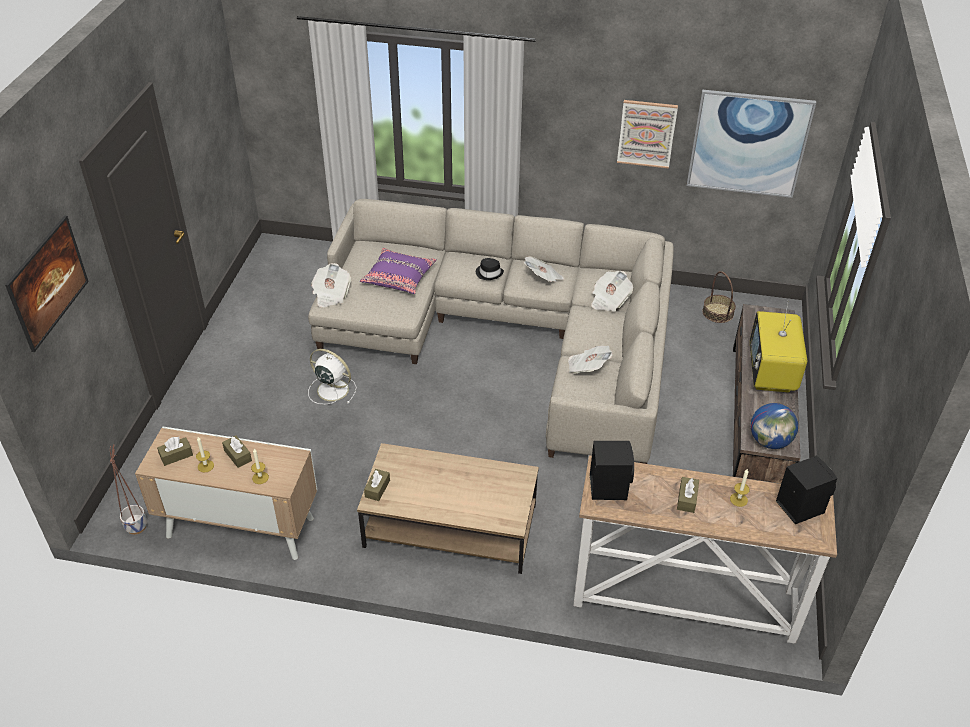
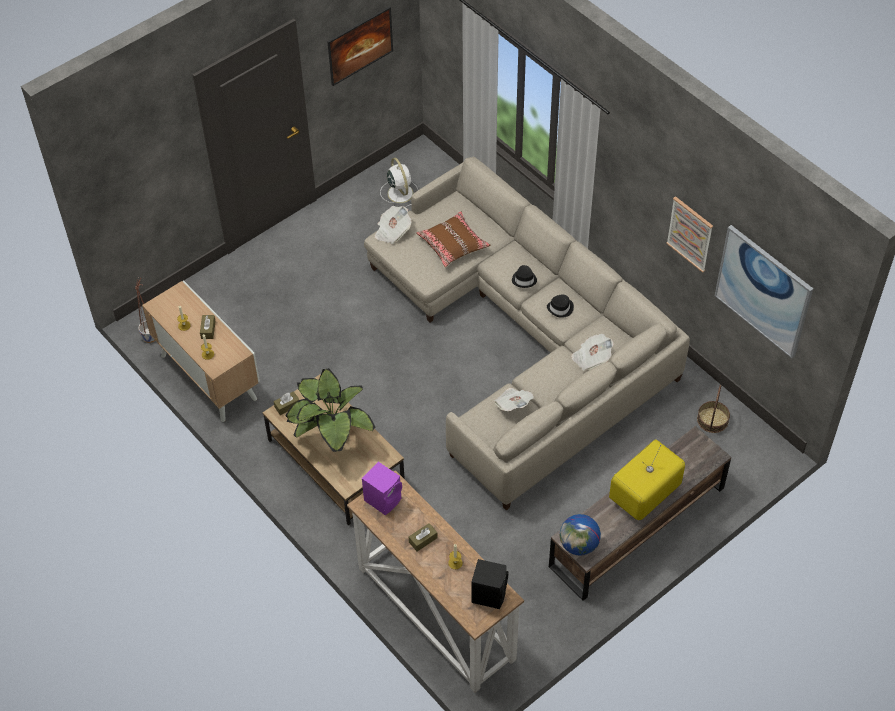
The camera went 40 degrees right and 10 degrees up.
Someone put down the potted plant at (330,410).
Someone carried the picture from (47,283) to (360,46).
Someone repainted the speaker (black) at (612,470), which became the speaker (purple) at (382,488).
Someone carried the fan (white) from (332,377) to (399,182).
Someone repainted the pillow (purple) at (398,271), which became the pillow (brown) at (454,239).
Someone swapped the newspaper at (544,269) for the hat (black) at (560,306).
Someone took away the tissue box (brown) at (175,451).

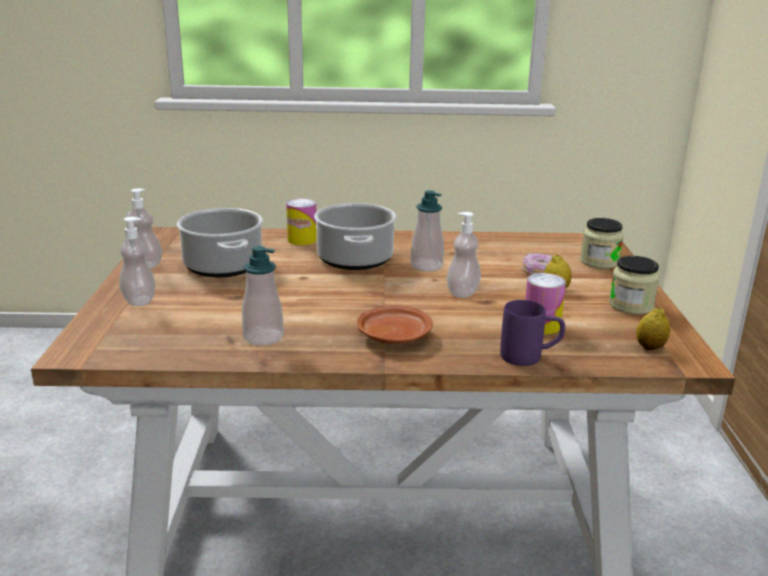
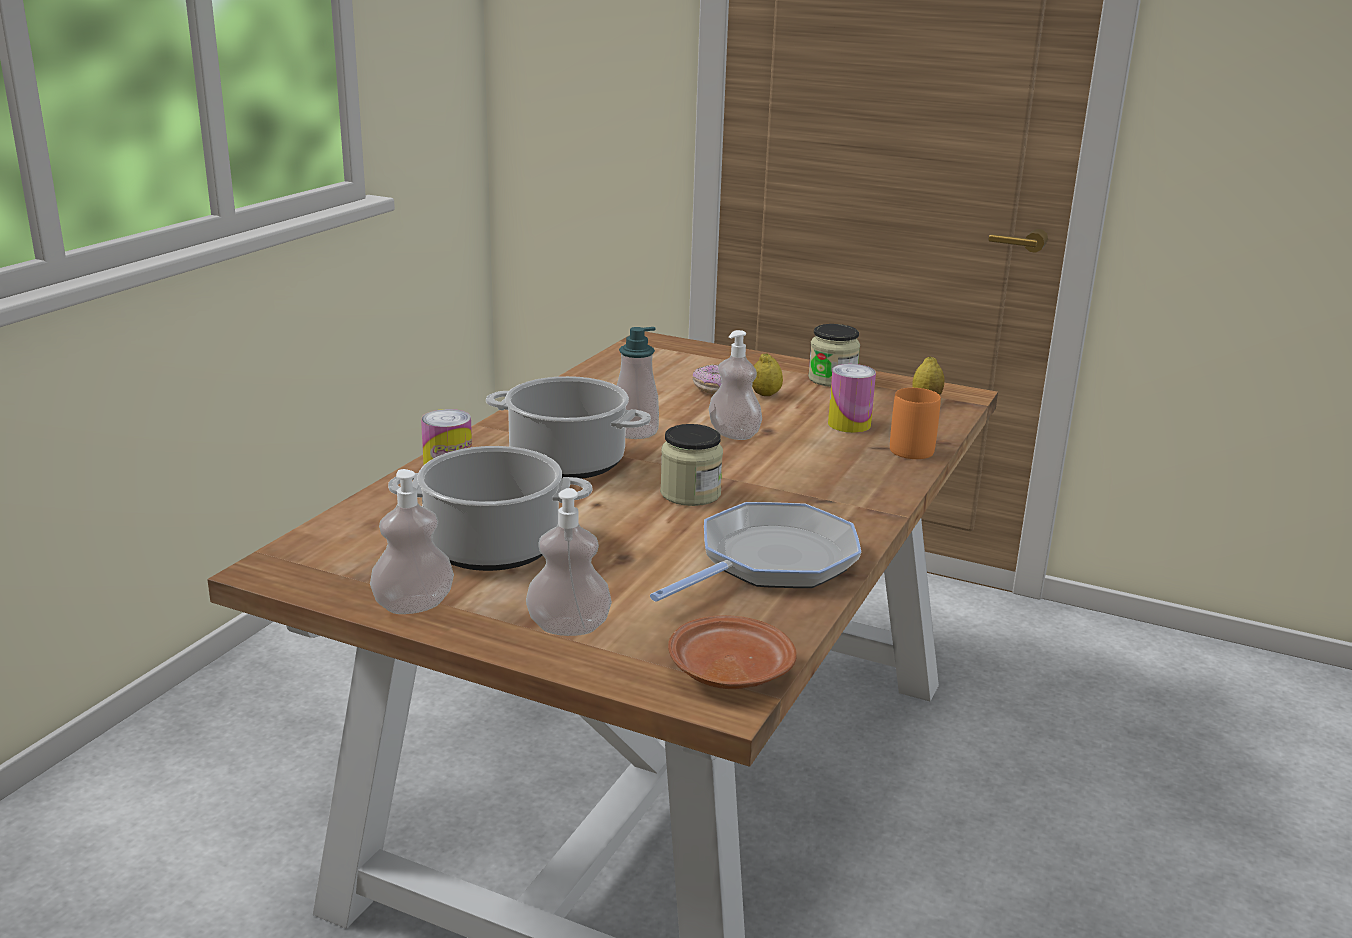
The camera went 65 degrees left and 0 degrees up.
Someone swapped the soap dispenser at (263,295) for the frying pan at (755,552).
Someone carried the jar from (602,243) to (691,465).
Someone carried the plate (brown) from (395,325) to (732,652).
Someone repainted the mug (purple) at (532,333), which became the mug (orange) at (915,423).

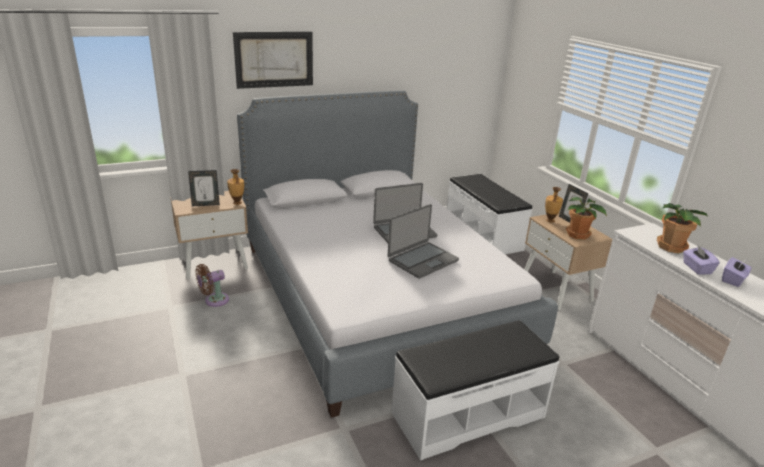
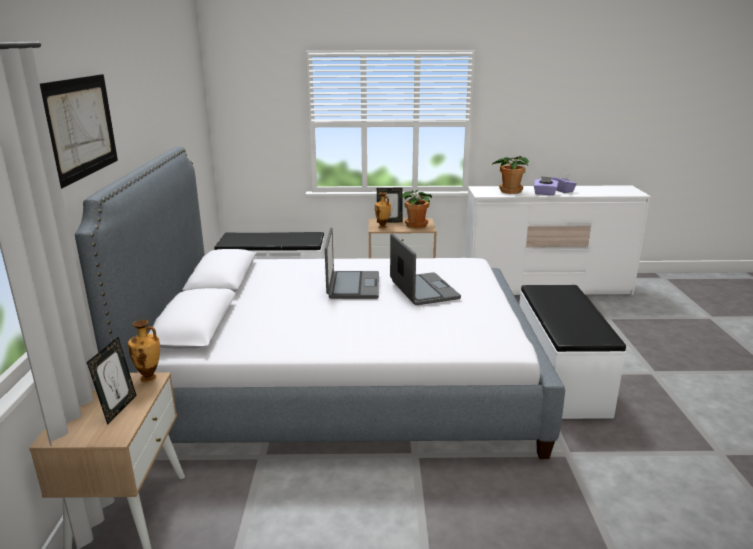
The camera went 65 degrees left and 5 degrees down.
Someone took away the fan (brown) at (212,285).

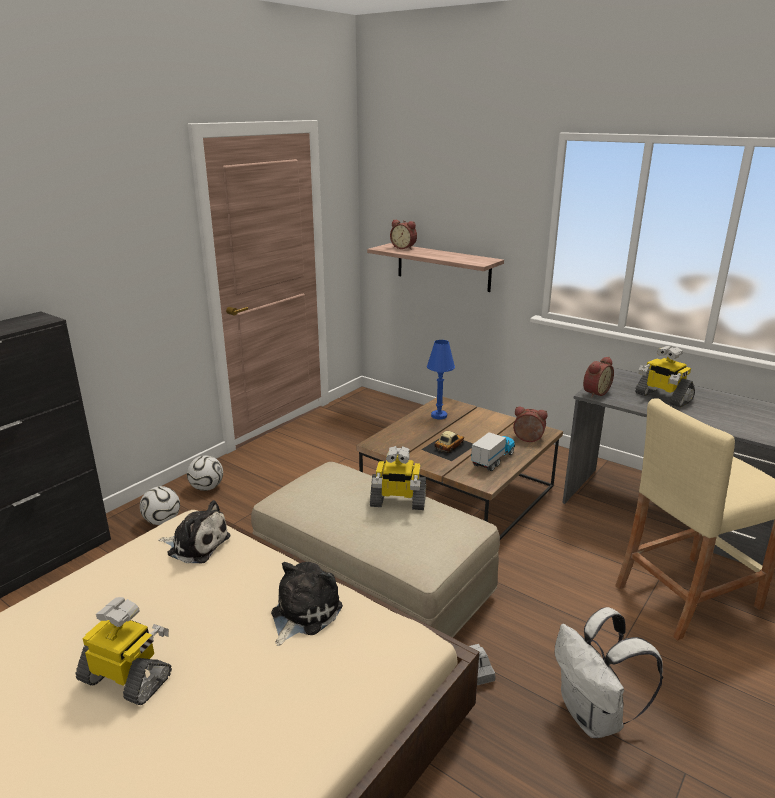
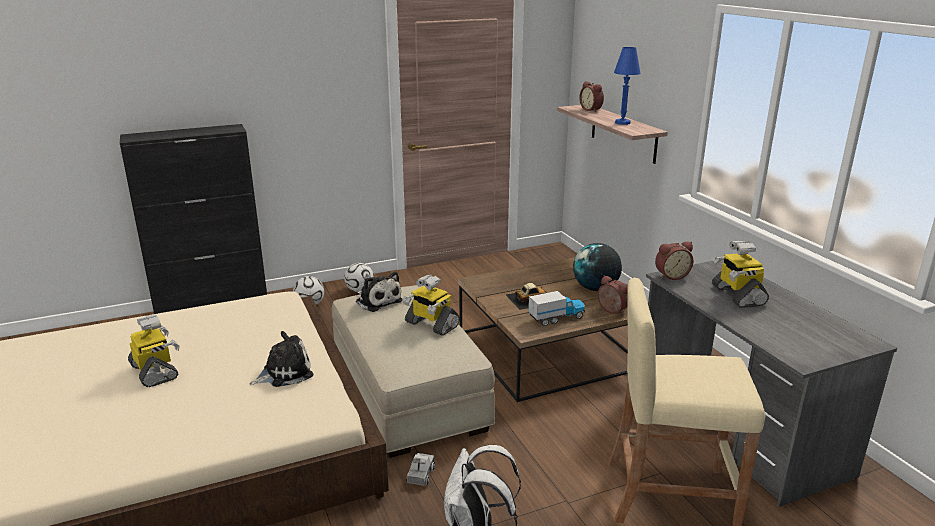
The camera went 30 degrees right and 0 degrees up.
Someone carried the plush toy from (194,531) to (379,292).
Someone put down the globe at (597,267).
Someone carried the table lamp (blue) from (441,379) to (627,86).

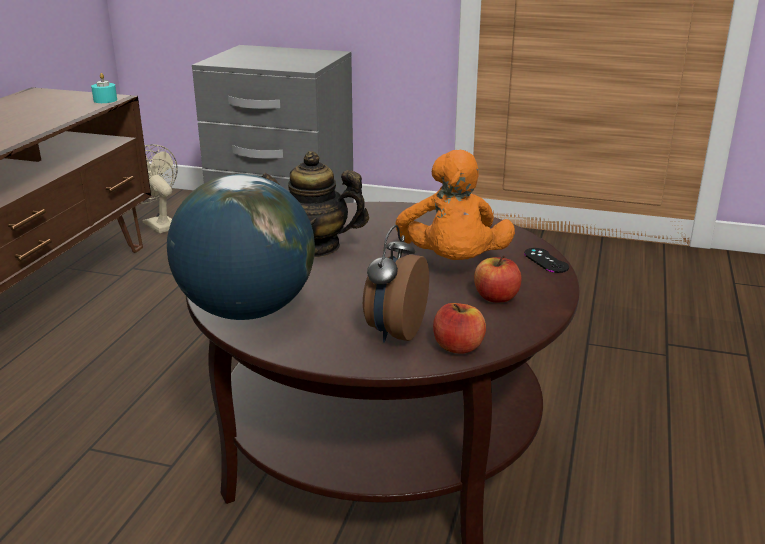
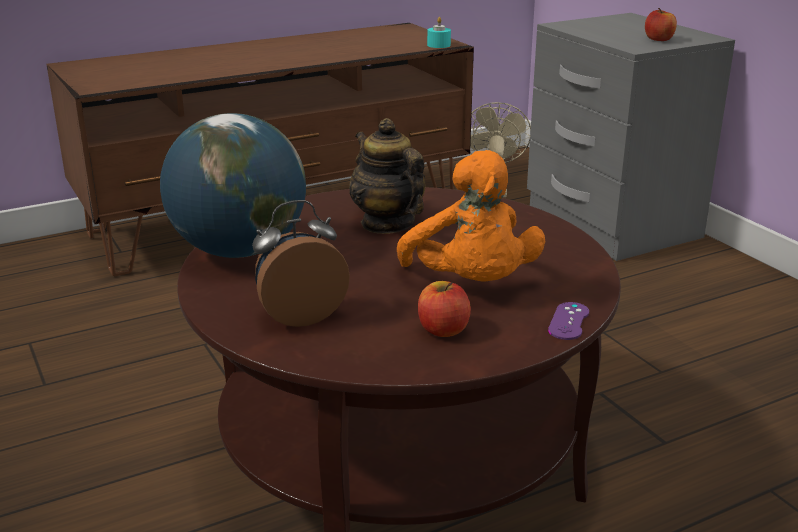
The camera went 45 degrees right and 0 degrees up.
Someone rotated the plush toy (orange) at (455,205) by 60 degrees counterclockwise.
Someone repainted the game controller (black) at (546,260), which became the game controller (purple) at (568,321).
Someone carried the apple from (459,328) to (661,24).

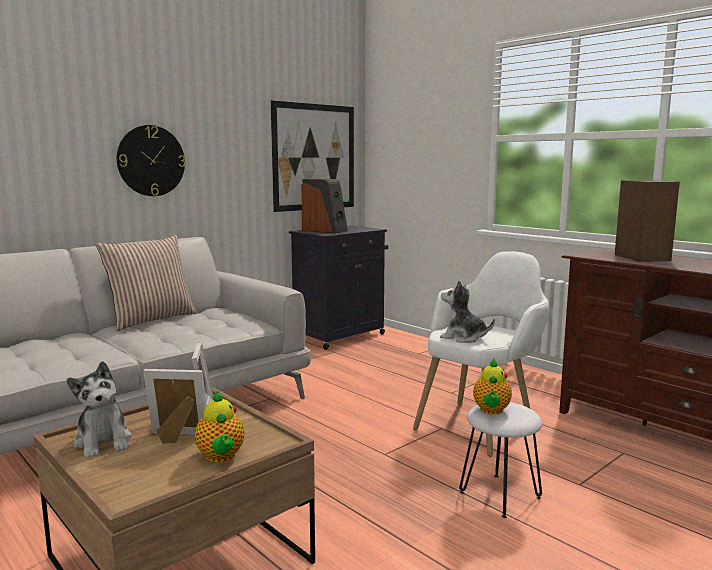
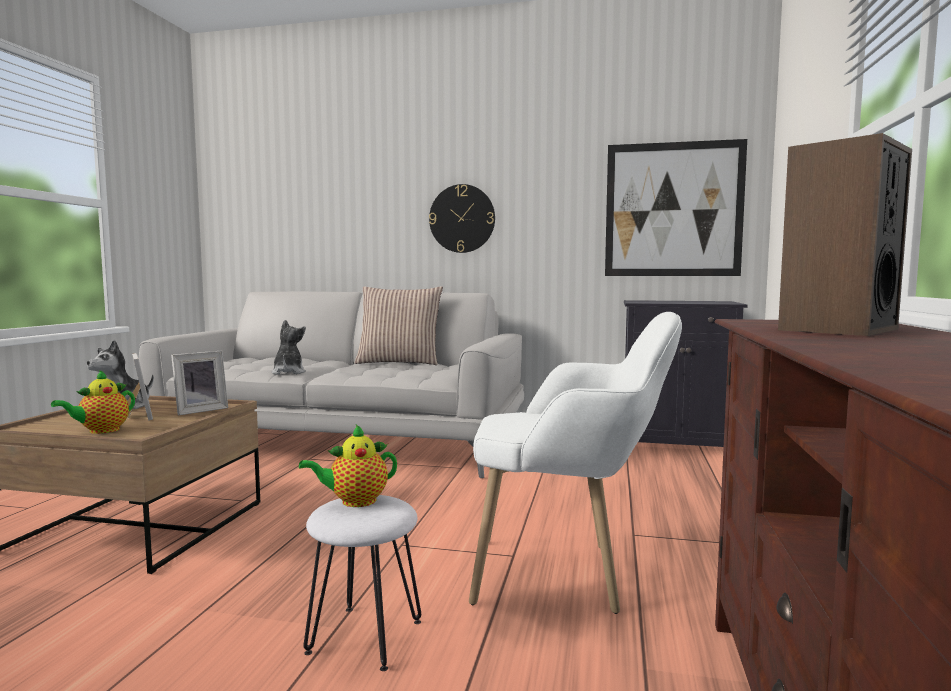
The camera went 55 degrees right and 5 degrees down.
Someone carried the plush toy from (467,312) to (289,347).
Someone took away the speaker at (324,206).

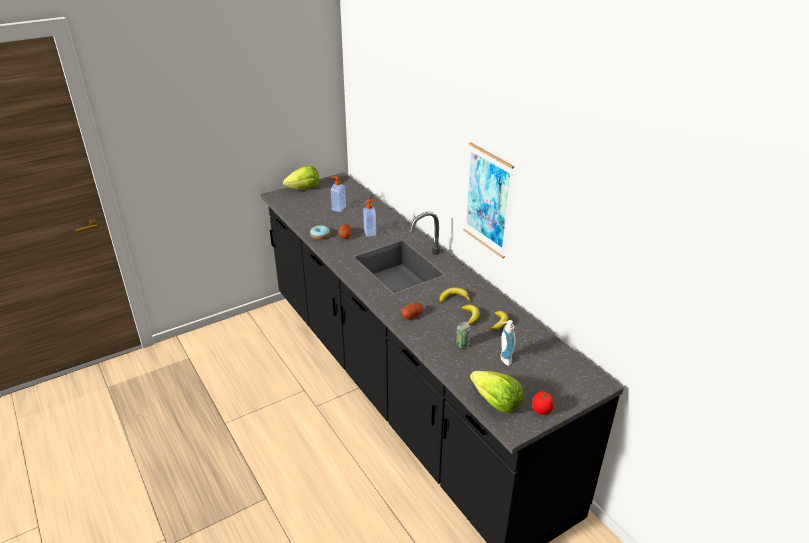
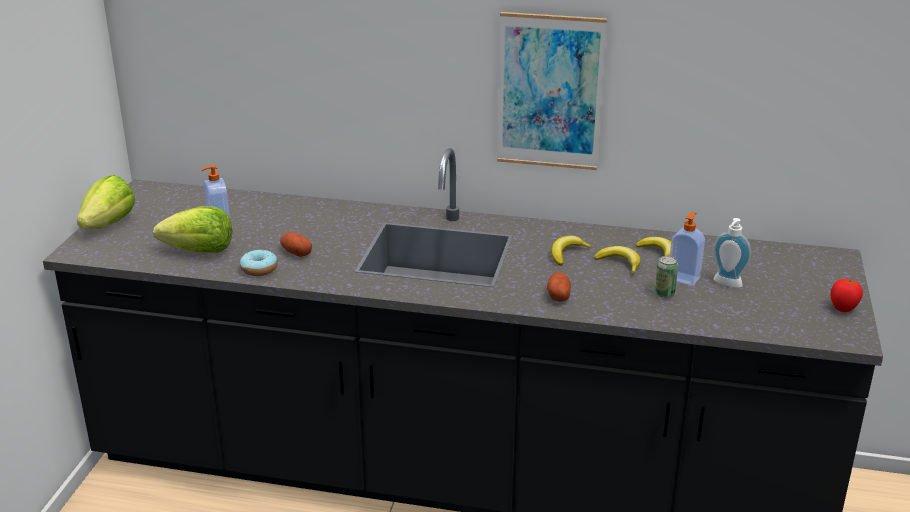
The camera went 45 degrees left and 5 degrees down.
Someone carried the lettuce from (497,392) to (193,229).
Someone carried the soap dispenser from (369,218) to (687,249).

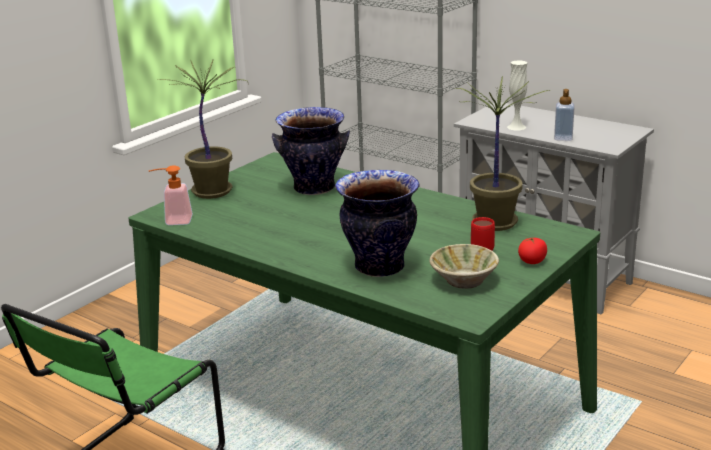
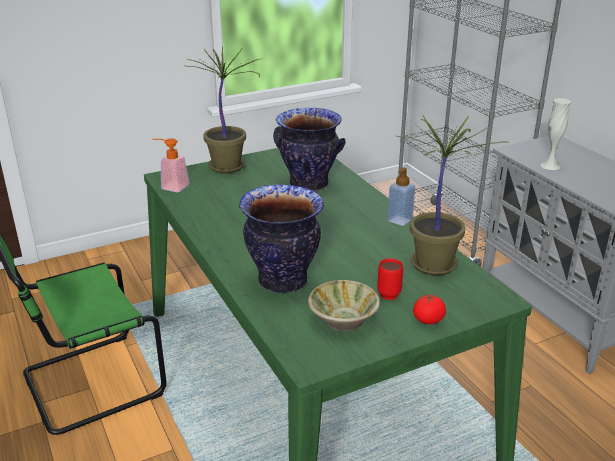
The camera went 25 degrees right and 5 degrees up.
Someone carried the soap dispenser from (564,115) to (401,197).

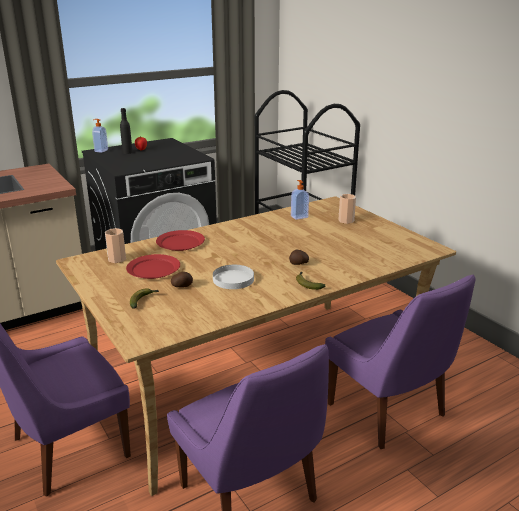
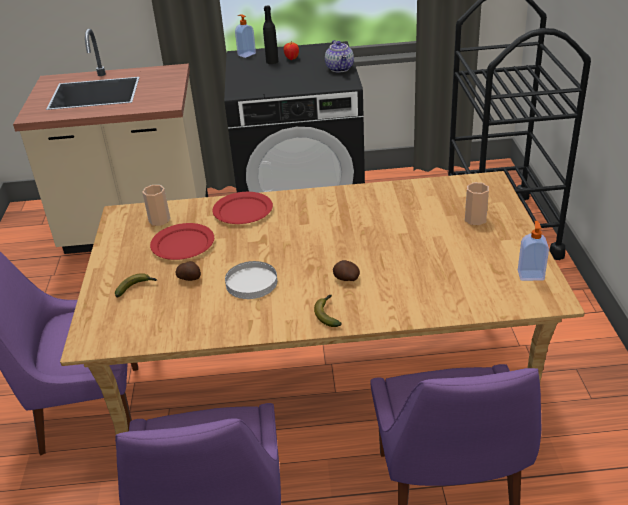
The camera went 30 degrees right and 10 degrees up.
Someone put down the teapot at (339,56).
Someone carried the soap dispenser from (300,200) to (533,251).

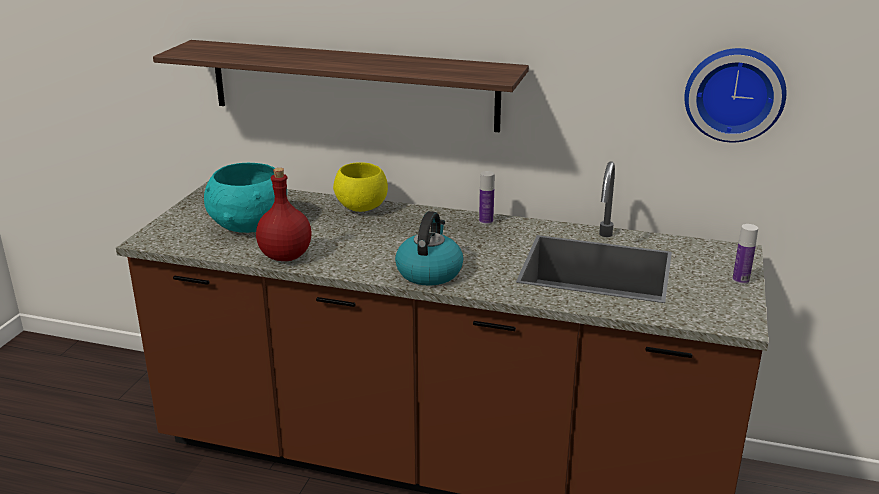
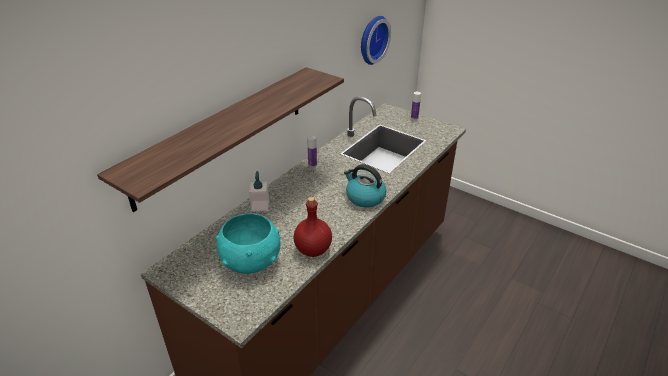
The camera went 70 degrees left and 10 degrees up.
Someone swapped the bowl (yellow) at (360,187) for the soap dispenser at (259,191).

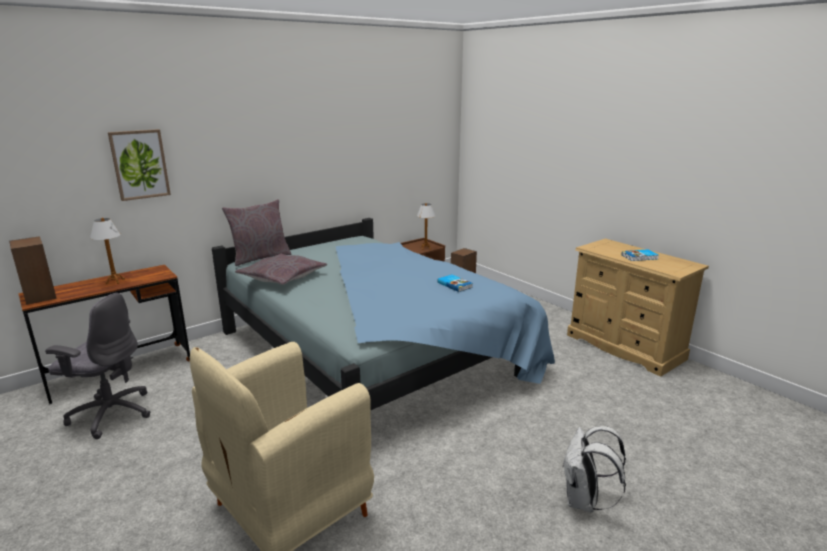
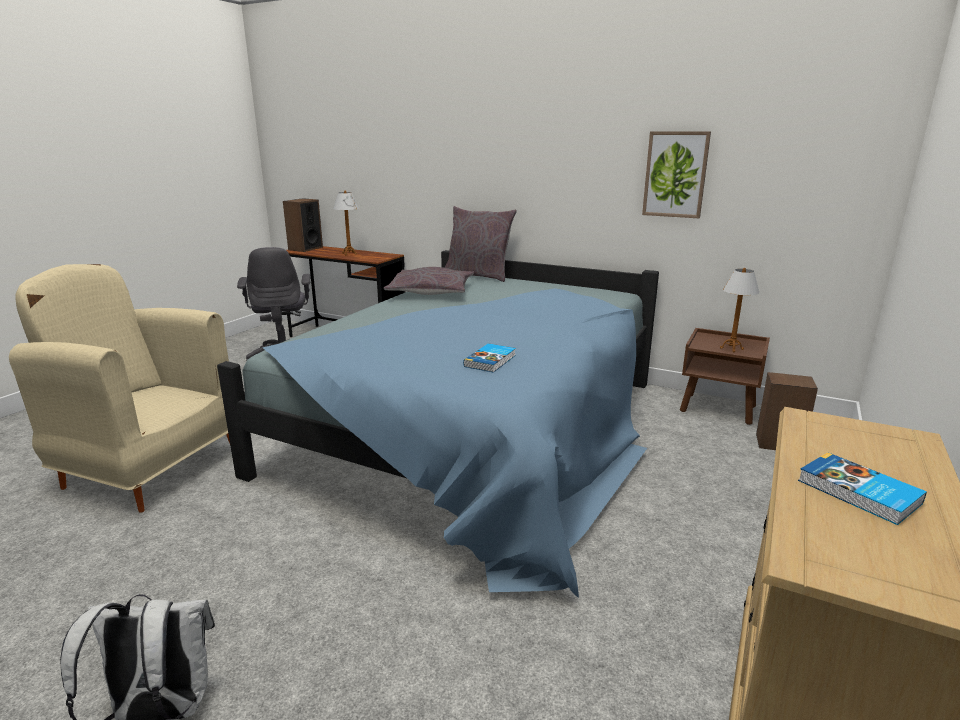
The camera went 65 degrees right and 0 degrees up.
Someone carried the picture from (139,165) to (676,174).

